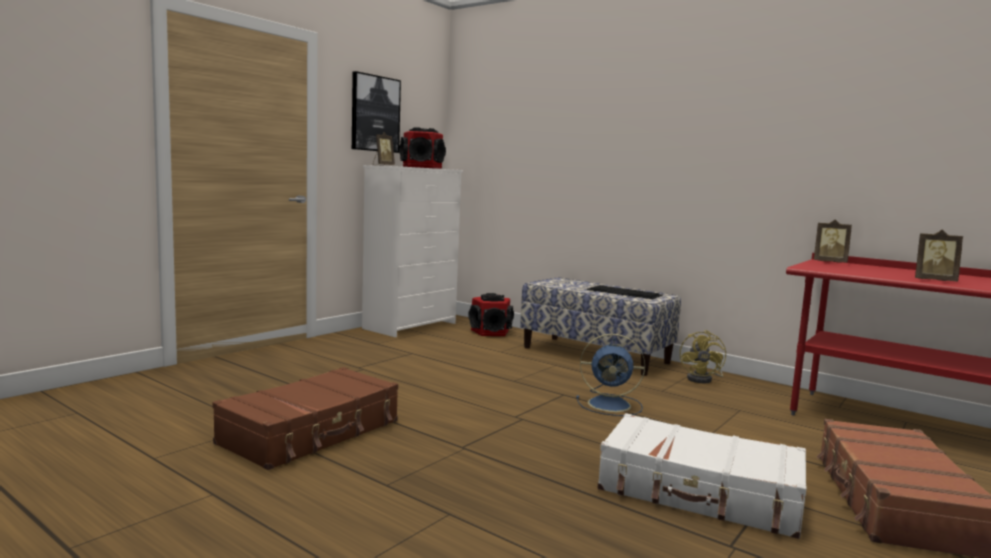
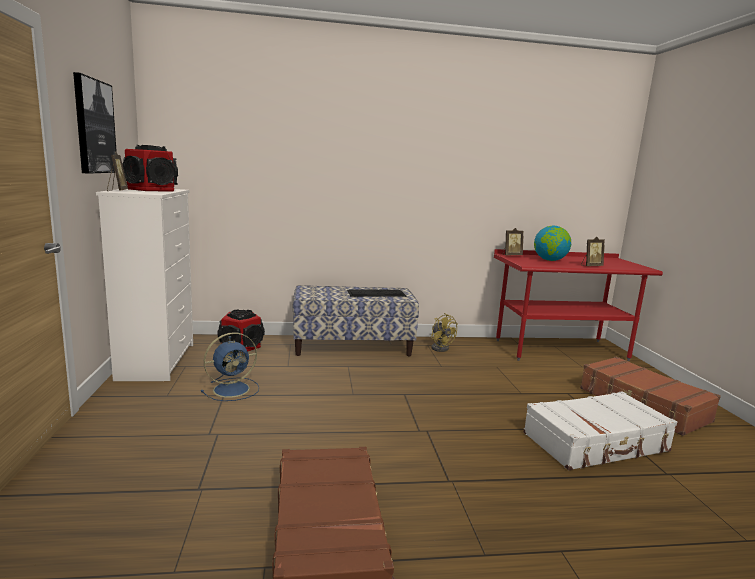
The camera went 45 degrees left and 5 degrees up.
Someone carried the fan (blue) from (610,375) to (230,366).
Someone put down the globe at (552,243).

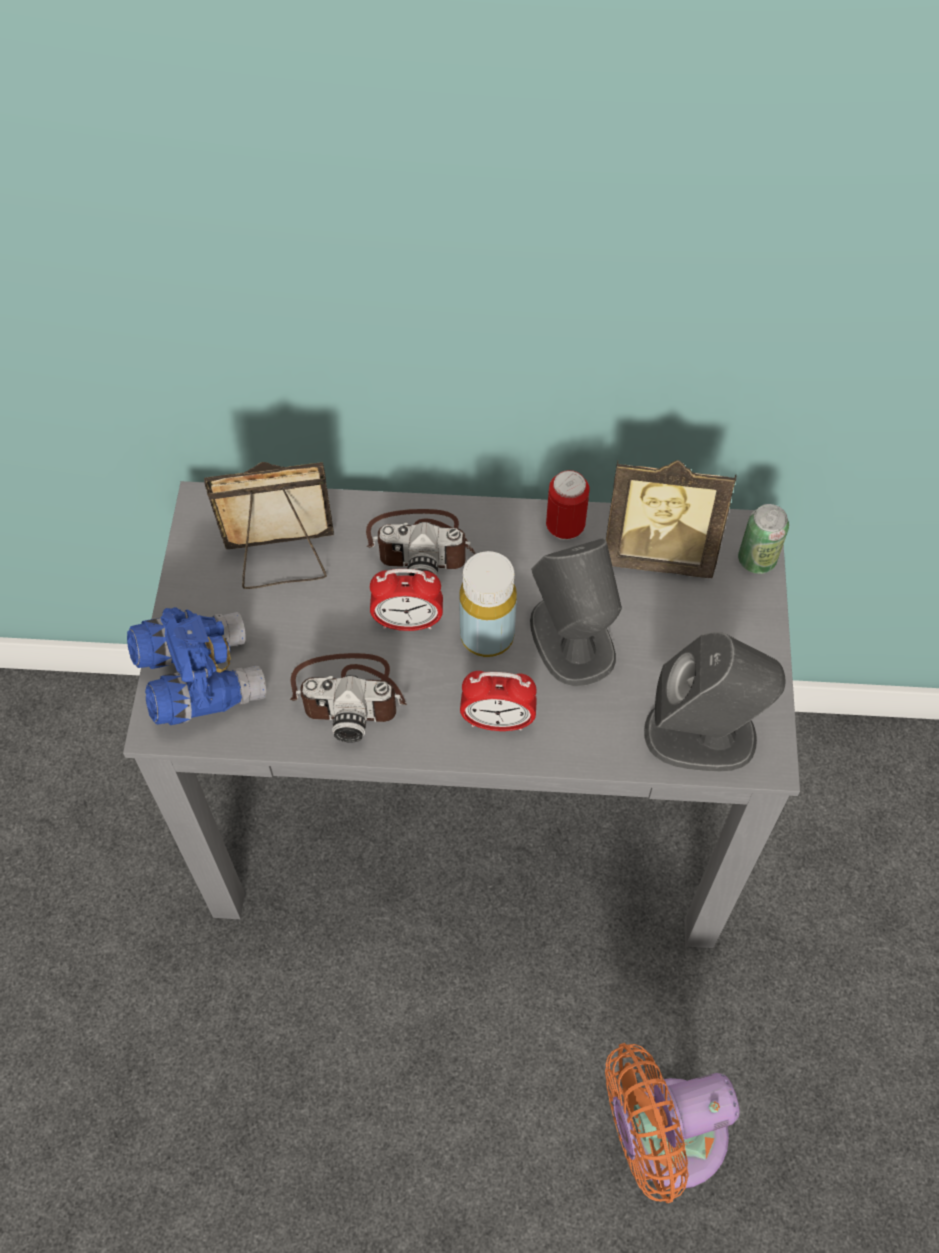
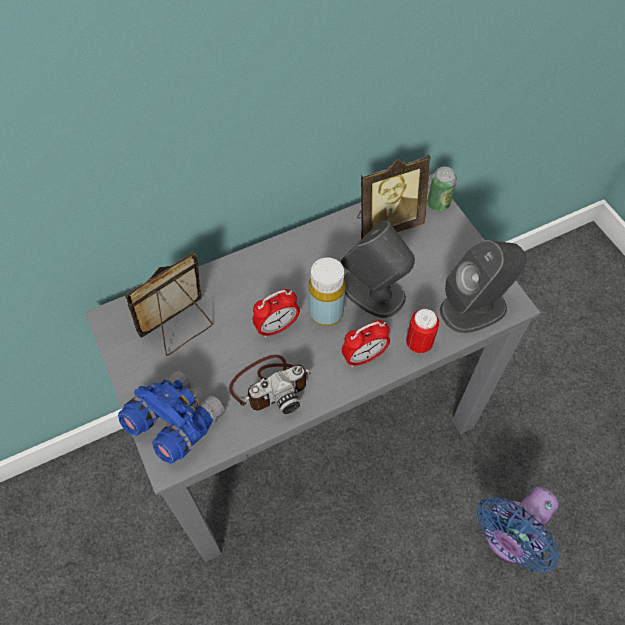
The camera went 30 degrees left and 0 degrees up.
Someone carried the can from (567,505) to (422,331).
Someone repainted the fan (orange) at (672,1123), which became the fan (blue) at (517,530).
Someone took away the photo camera at (421,542).

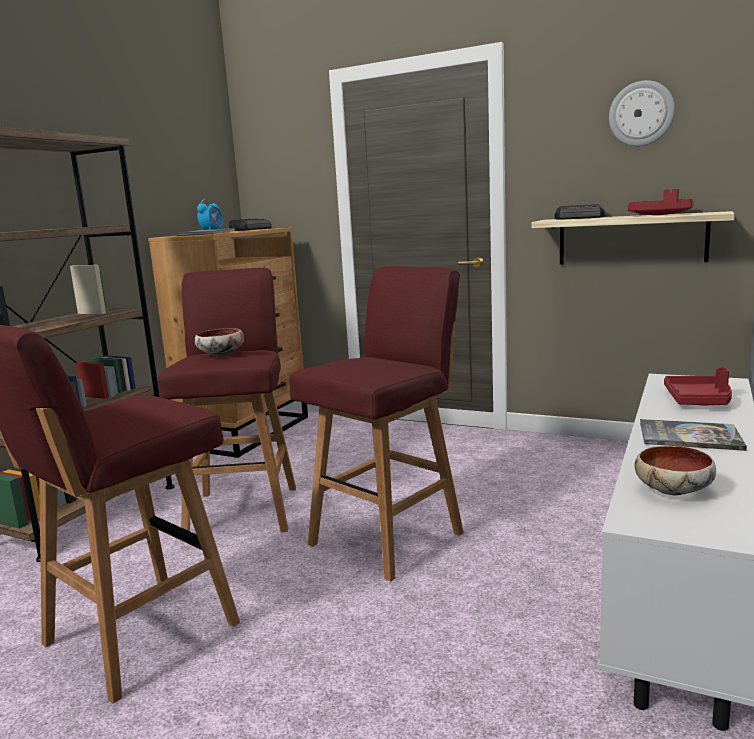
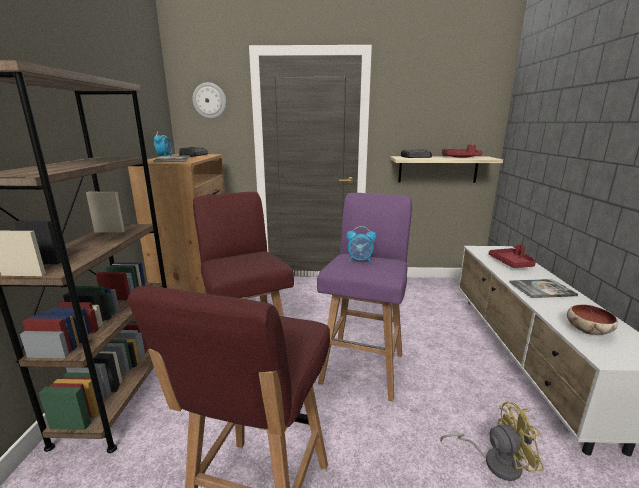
The camera went 25 degrees left and 5 degrees up.
Someone carried the wall clock from (642,113) to (209,100).
Someone repainted the stool (red) at (376,424), which became the stool (purple) at (364,297).
Someone put down the alarm clock at (361,244).
Someone put down the fan (yellow) at (492,441).
Someone took away the bowl at (219,342).

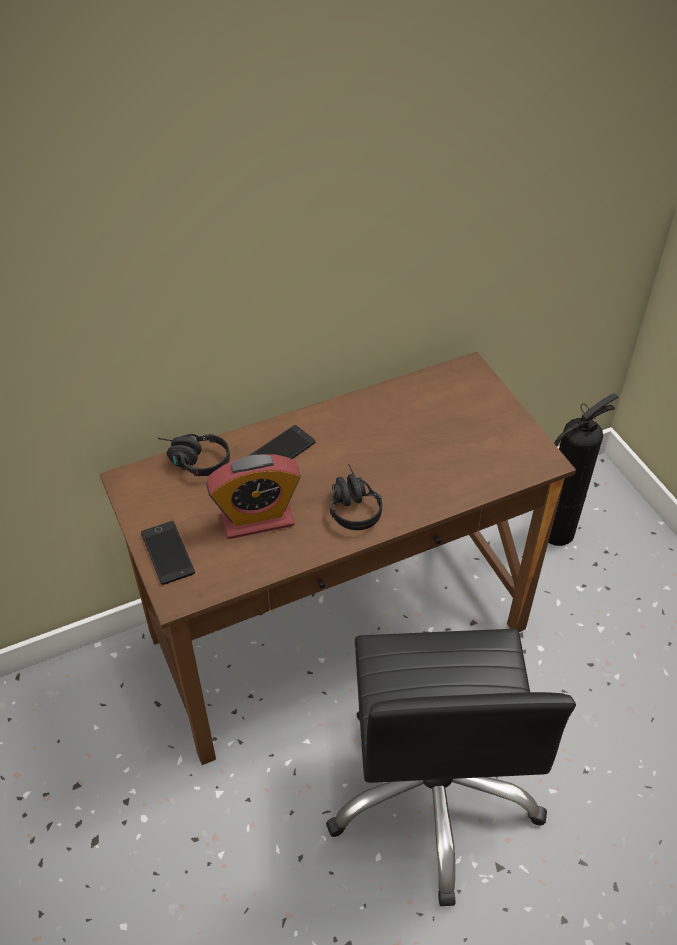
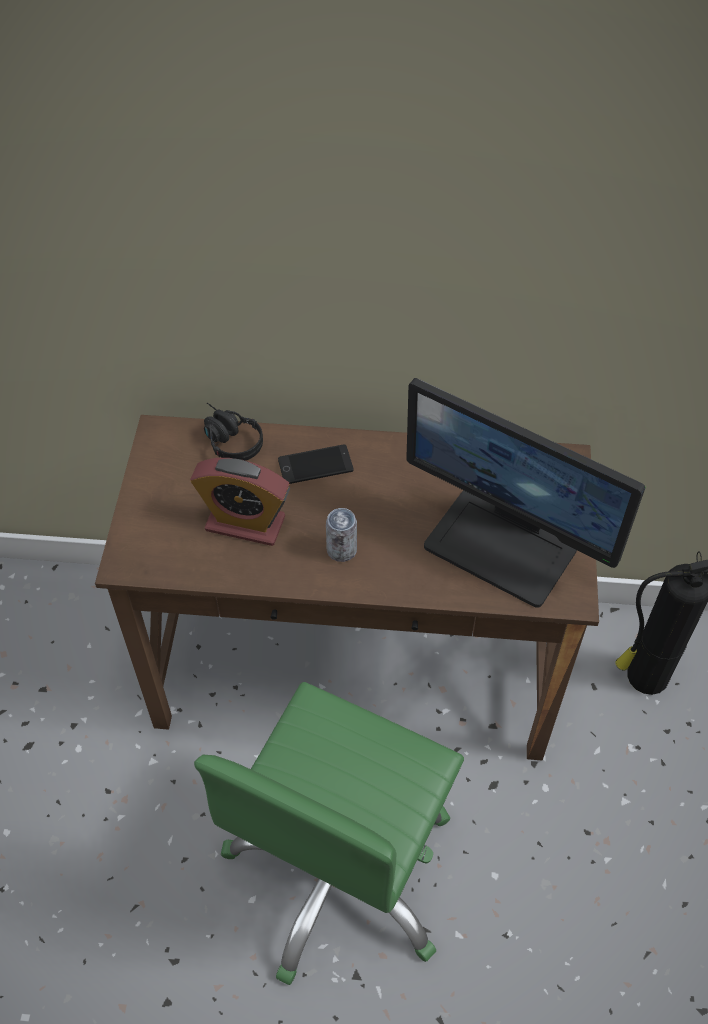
The camera went 30 degrees right and 5 degrees up.
Someone repainted the office chair (black) at (451,767), which became the office chair (green) at (329,833).
Someone swapped the headphones (black) at (356,497) for the can at (341,535).
Someone put down the monitor at (525,493).
Someone took away the phone at (168,553).

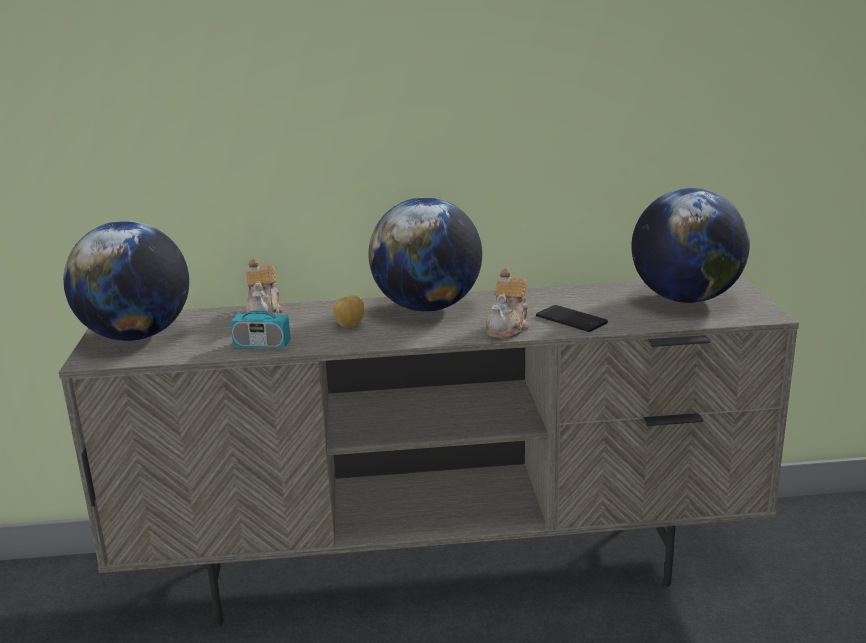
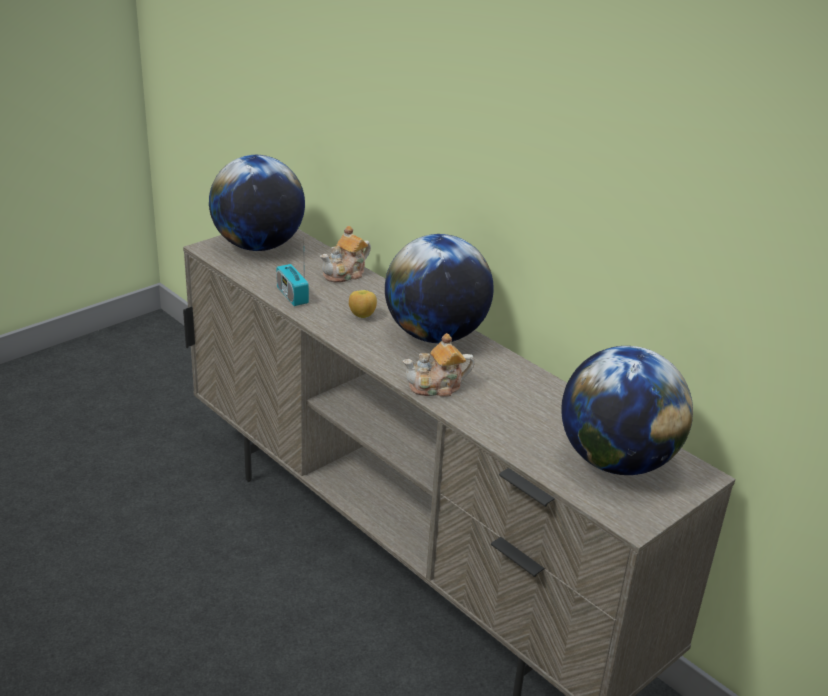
The camera went 50 degrees right and 10 degrees up.
Someone took away the phone at (572,318).

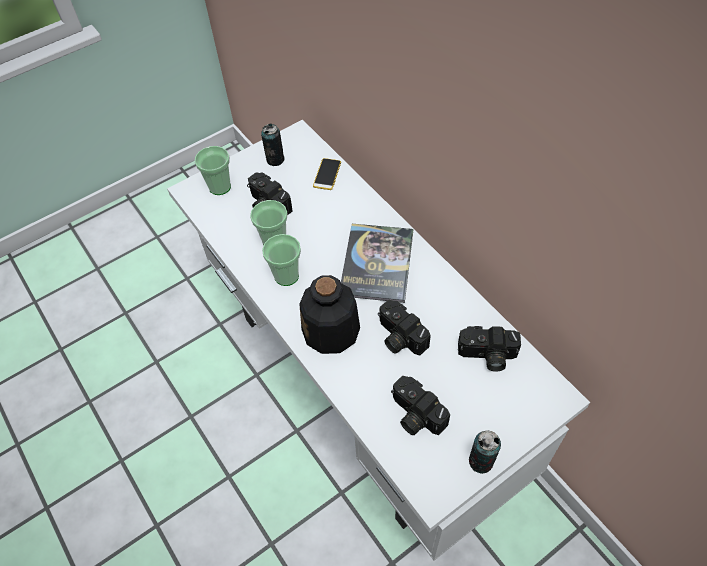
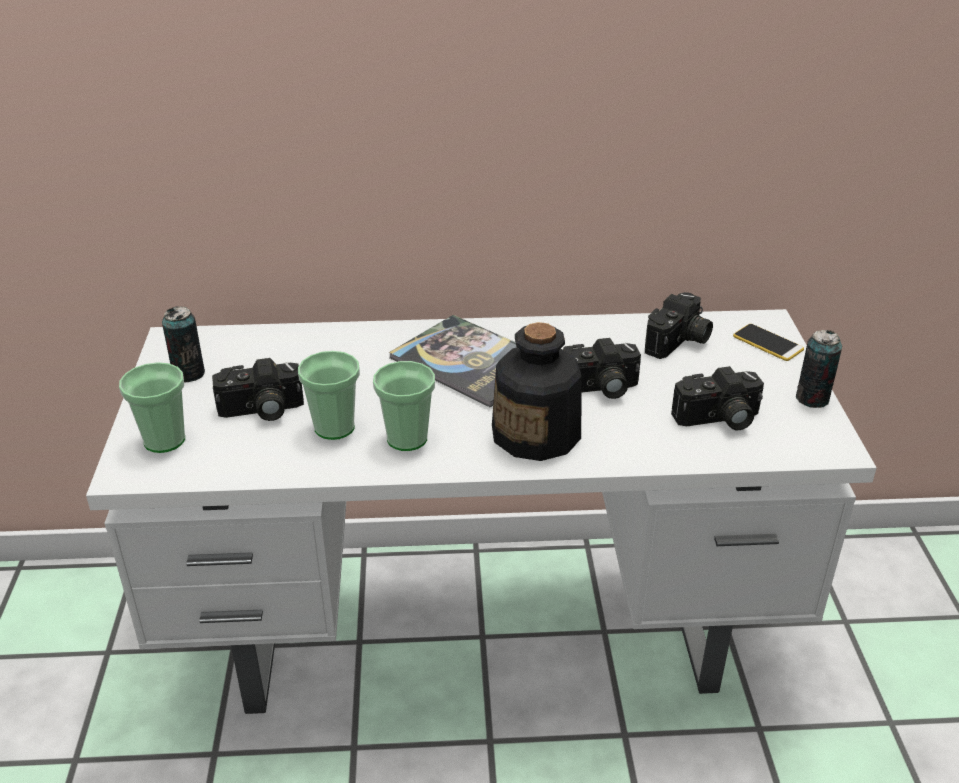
The camera went 60 degrees left and 20 degrees down.
Someone carried the phone from (327,174) to (768,342).

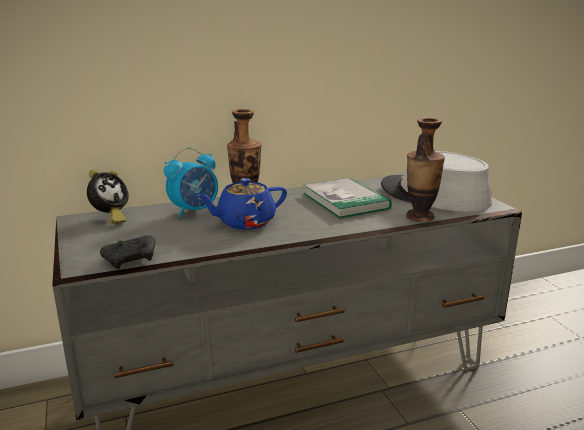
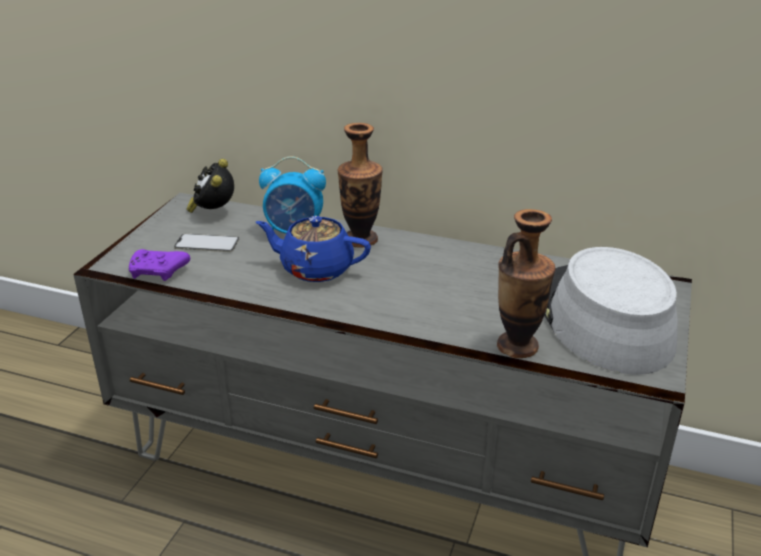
The camera went 40 degrees right and 10 degrees up.
Someone repainted the game controller (black) at (127,252), which became the game controller (purple) at (159,265).
Someone put down the phone at (206,242).
Someone rotated the alarm clock at (108,197) by 105 degrees clockwise.
Someone took away the book at (347,198).

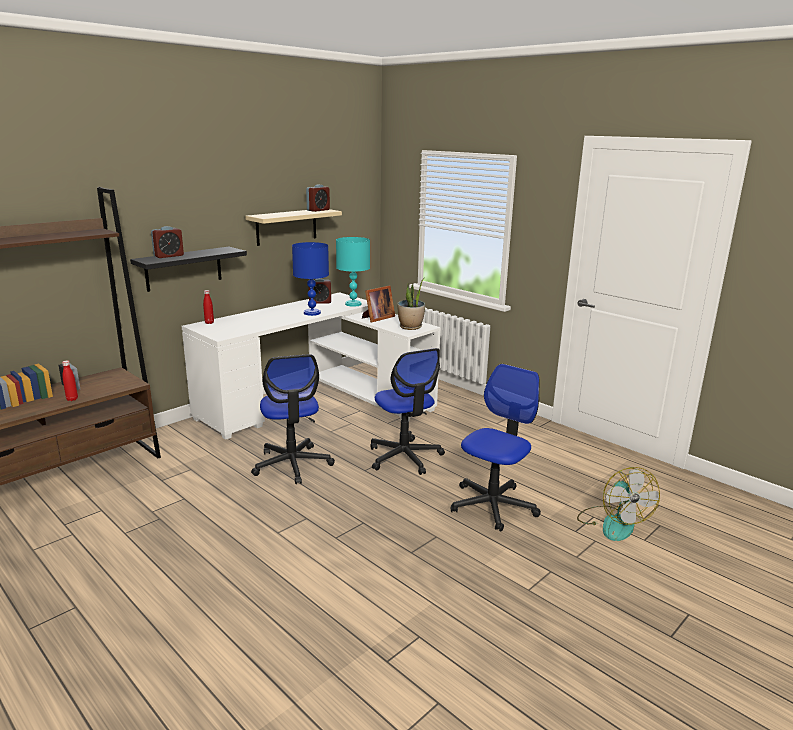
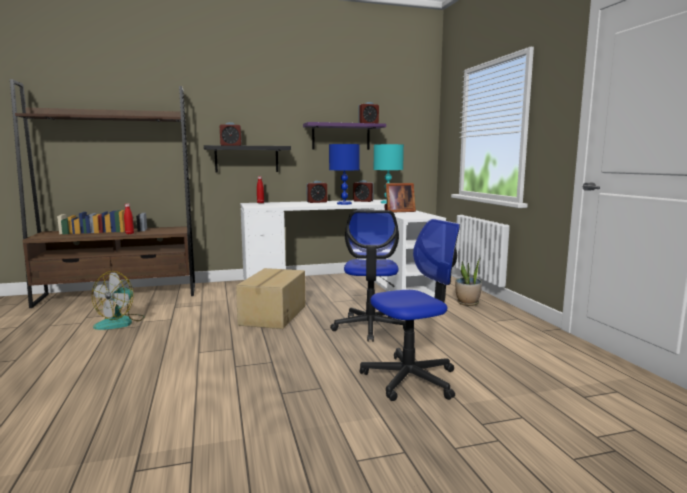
The camera went 30 degrees right and 10 degrees down.
Someone carried the fan from (618,504) to (118,300).
Someone swapped the office chair at (293,419) for the cardboard box at (270,298).
Someone repainted the shelf (beige) at (293,227), which became the shelf (purple) at (344,136).
Someone put down the alarm clock at (316,192).
Someone carried the potted plant from (411,304) to (468,283).

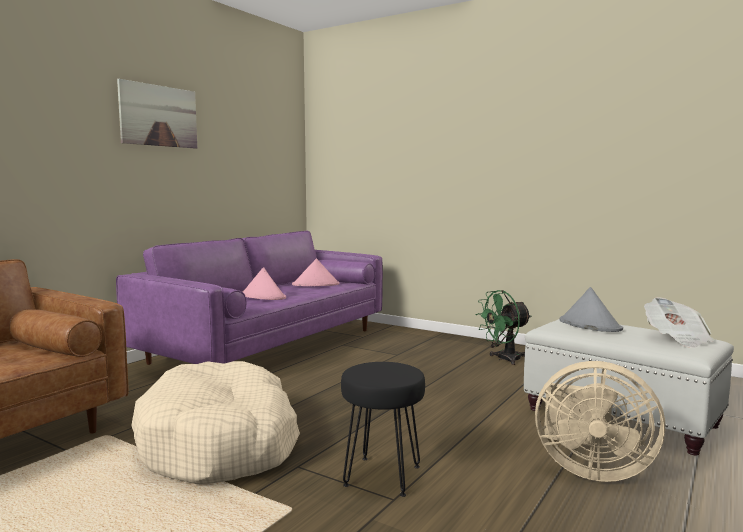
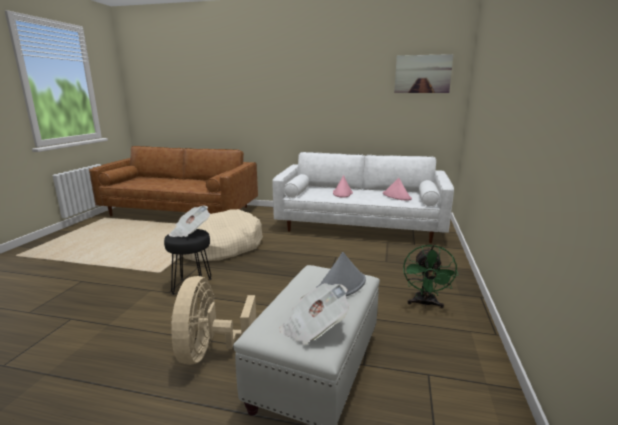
The camera went 70 degrees right and 10 degrees up.
Someone put down the newspaper at (189,221).
Someone repainted the sofa (purple) at (249,298), which became the sofa (white) at (363,197).
Someone carried the picture from (157,113) to (423,73).
Someone rotated the fan (green) at (503,327) by 120 degrees counterclockwise.

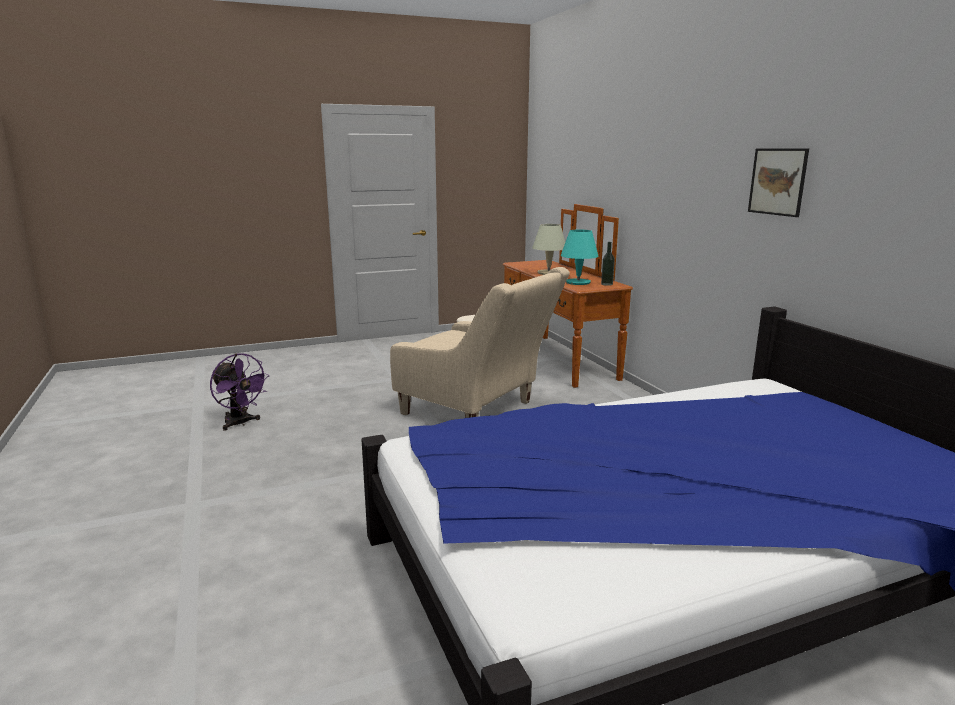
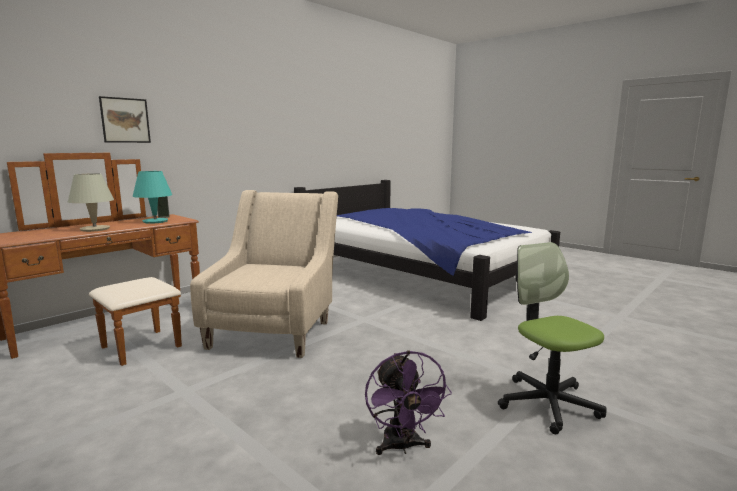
The camera went 115 degrees left and 5 degrees down.
Someone carried the picture from (778,182) to (125,119).
Someone rotated the fan (purple) at (240,392) by 150 degrees clockwise.
Someone put down the office chair at (552,338).

